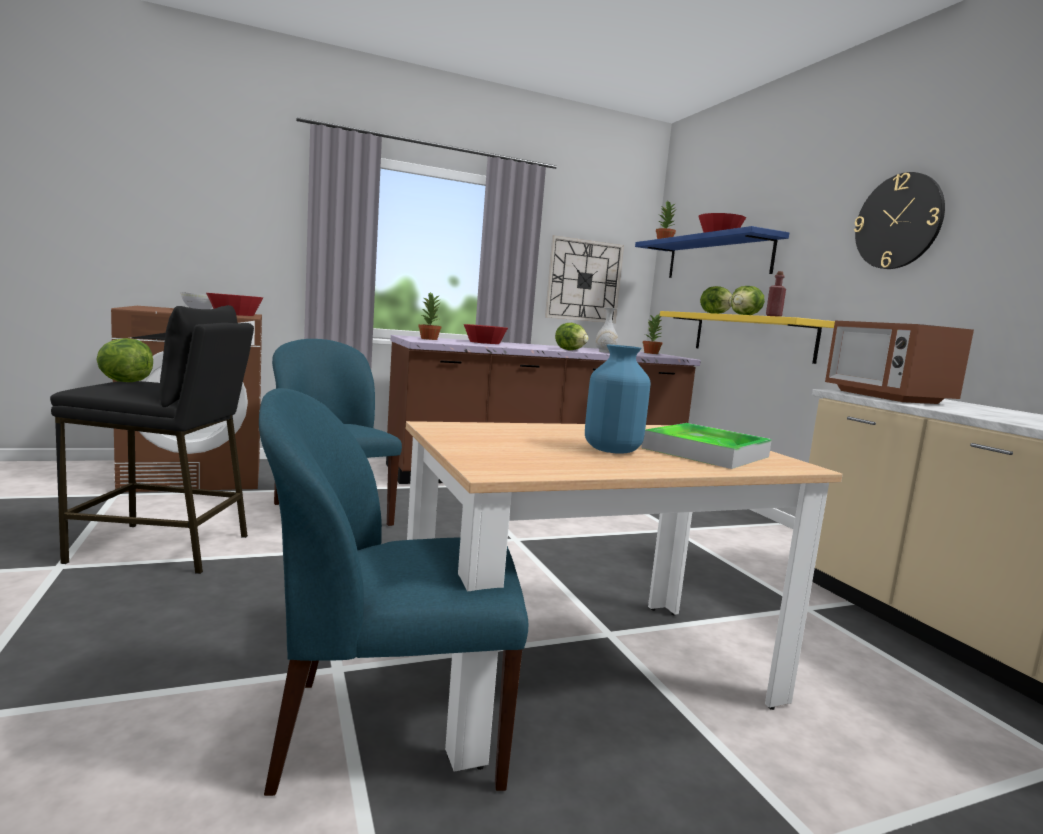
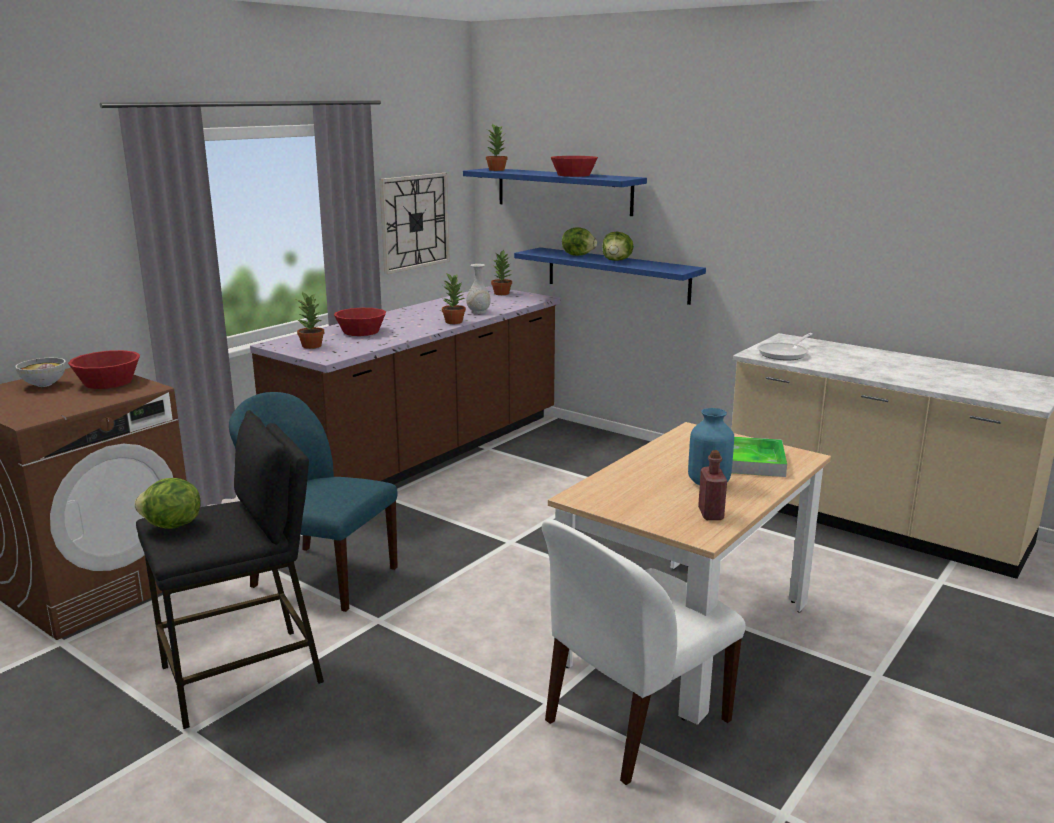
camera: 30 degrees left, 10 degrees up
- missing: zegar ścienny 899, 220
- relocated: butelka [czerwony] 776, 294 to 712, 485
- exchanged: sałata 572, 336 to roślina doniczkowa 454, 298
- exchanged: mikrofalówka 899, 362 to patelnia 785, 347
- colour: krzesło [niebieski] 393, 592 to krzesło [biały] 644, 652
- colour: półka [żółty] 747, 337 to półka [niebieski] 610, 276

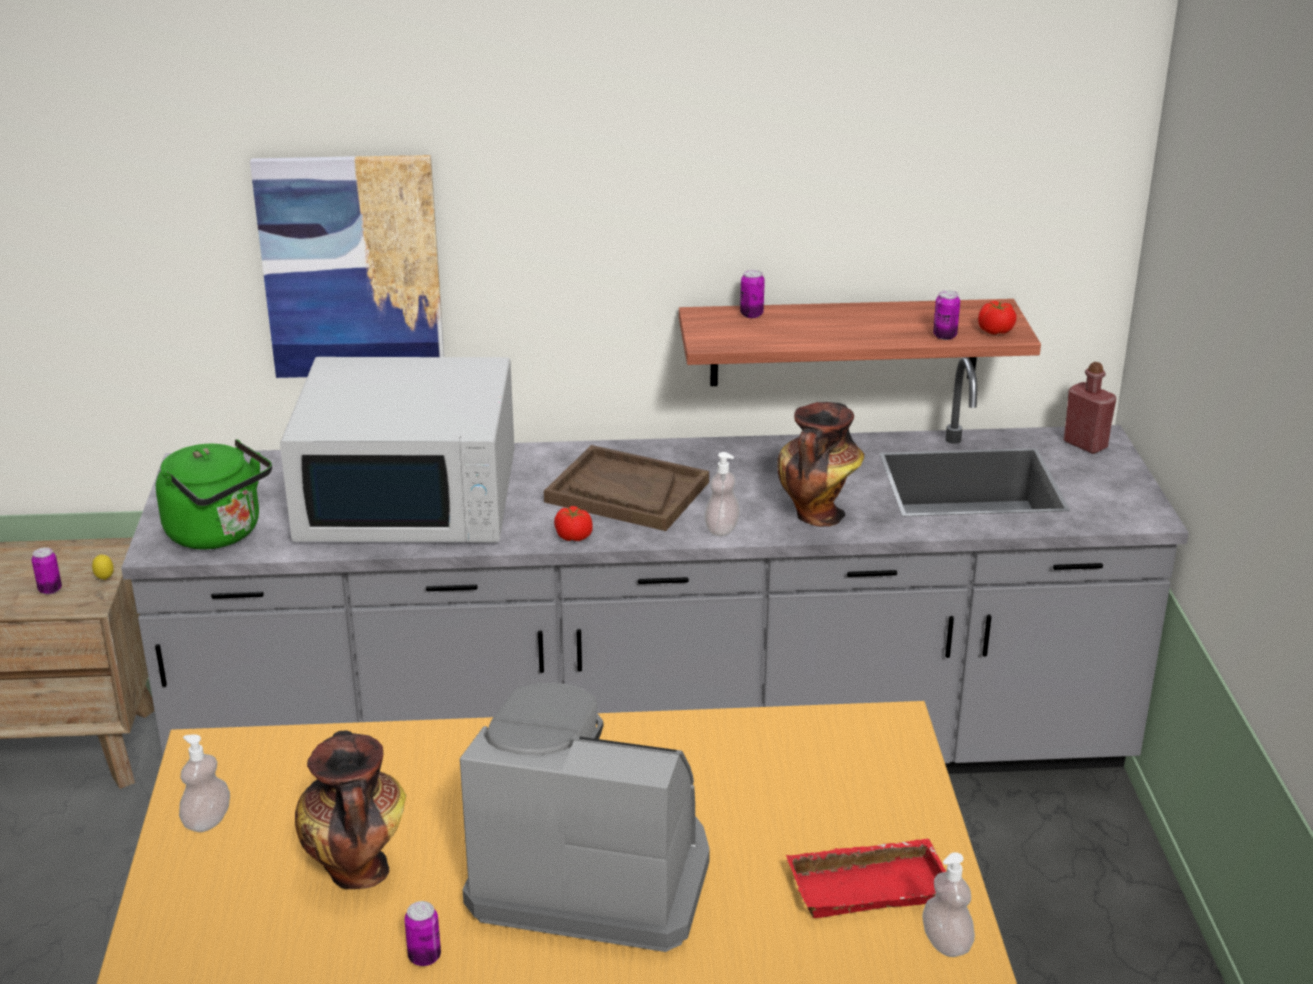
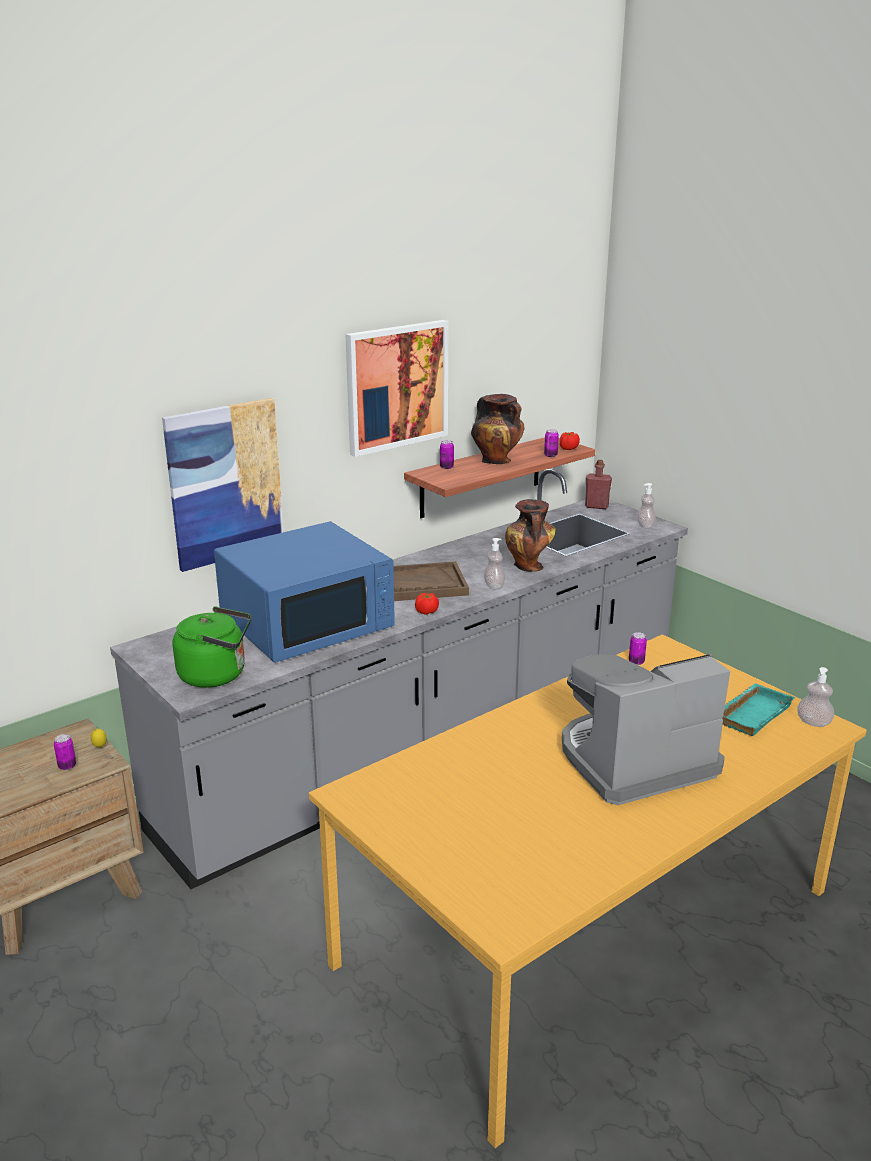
camera: 35 degrees left, 5 degrees down
- appeared: obraz 396, 388
- relocated: dozownik mydła 204, 783 to 646, 505
- relocated: wazon 350, 809 to 497, 429
- relocated: puszka 422, 933 to 638, 648
- colour: mikrofalówka [biały] 397, 449 to mikrofalówka [niebieski] 304, 592
- colour: taca [czerwony] 866, 878 to taca [turkusowy] 758, 709

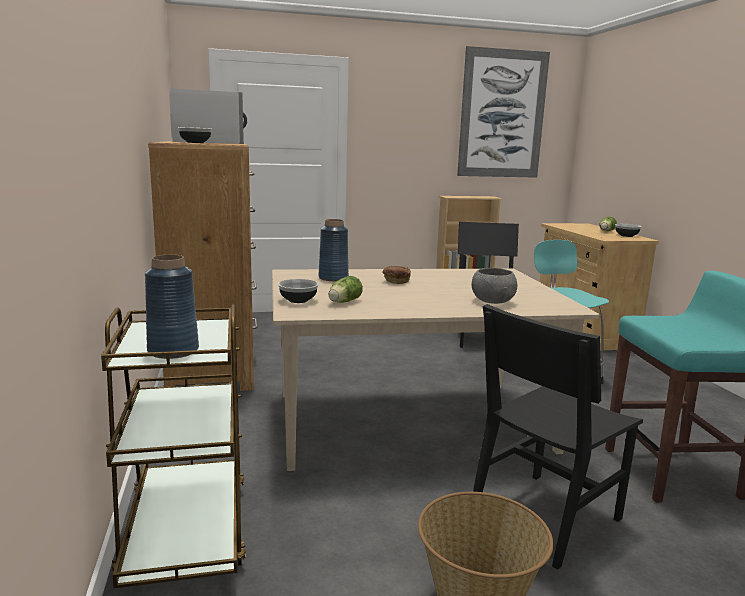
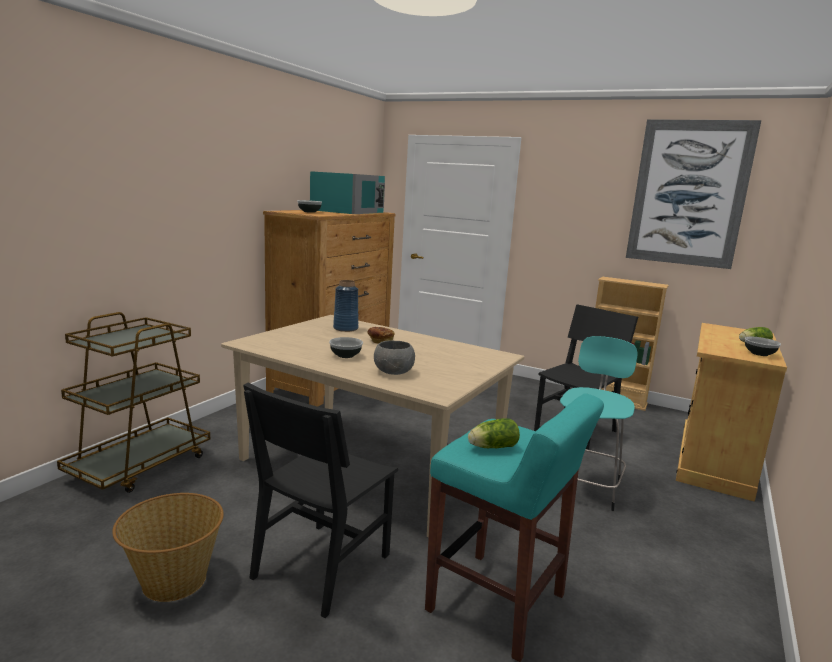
camera: 40 degrees right, 0 degrees up
- missing: wazon [niebieski] 172, 307
- relocated: miska 298, 291 to 346, 347
- relocated: sałata 346, 289 to 494, 433
- colour: mikrofalówka [biały] 208, 116 to mikrofalówka [turkusowy] 347, 192
- spun: krzesło [czarny] 558, 437 = 320, 500 60 degrees counterclockwise

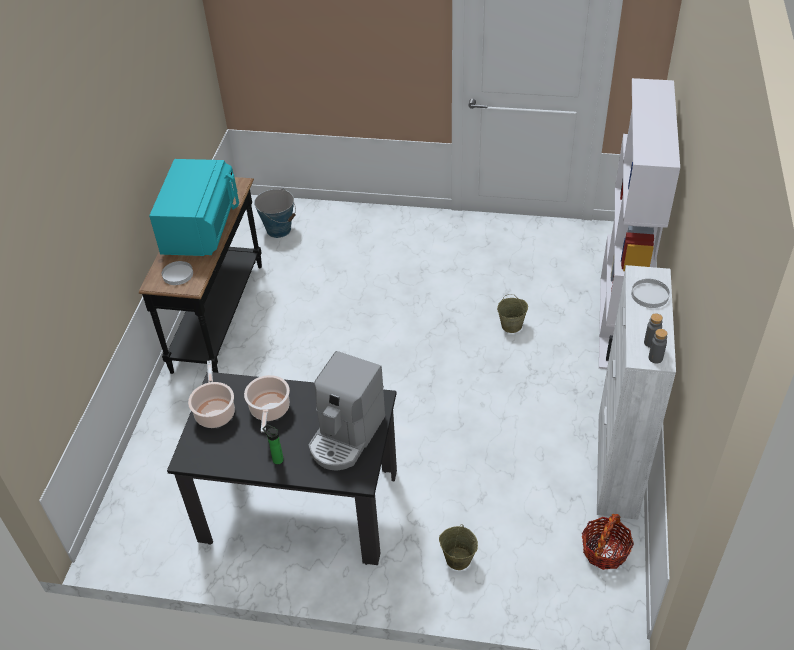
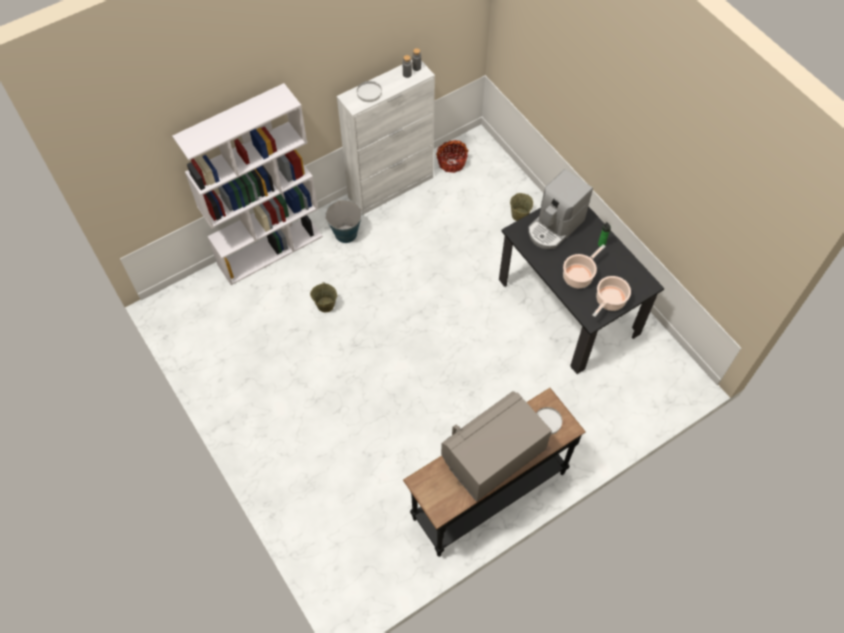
camera: 135 degrees left, 15 degrees up
- relocated: wiadro 275, 213 to 343, 221
- colour: mikrofalówka [turkusowy] 194, 207 to mikrofalówka [szary] 496, 446
- spun: ekspres do kawy 347, 410 = 560, 209 150 degrees clockwise

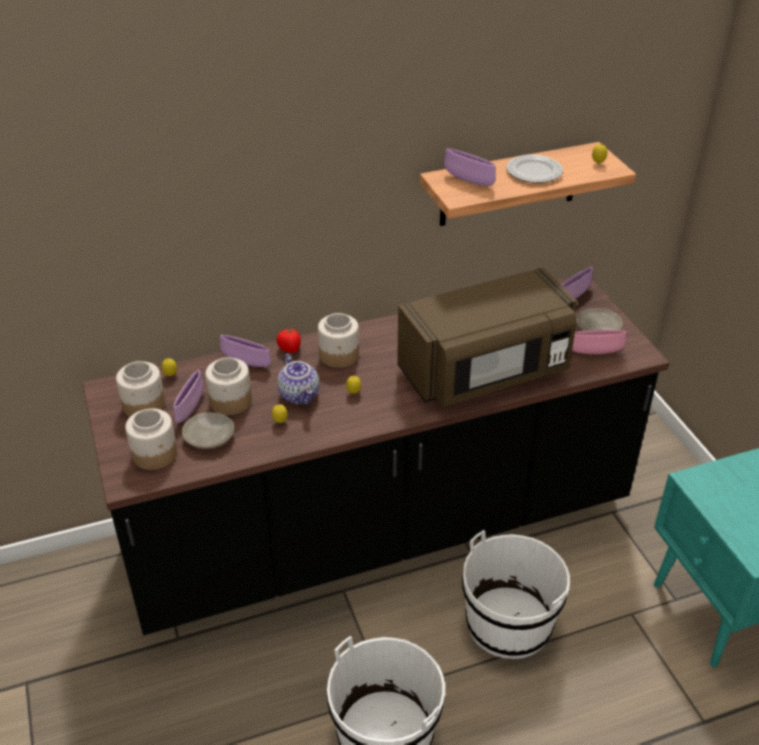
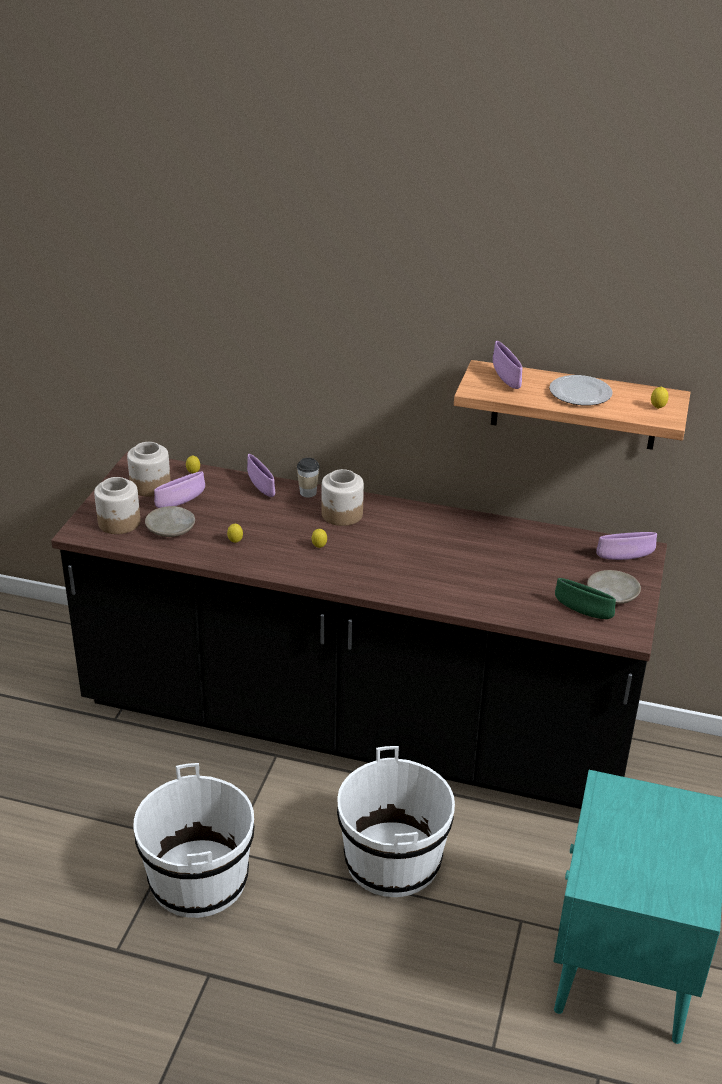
camera: 35 degrees right, 5 degrees down
- missing: słoik 228, 386
- missing: imbryk 298, 379
- missing: mikrofalówka [brązowy] 487, 337
- exchanged: pomidor 289, 340 to filiżanka 308, 477
- colour: miska [różowy] 599, 342 to miska [zielony] 585, 598

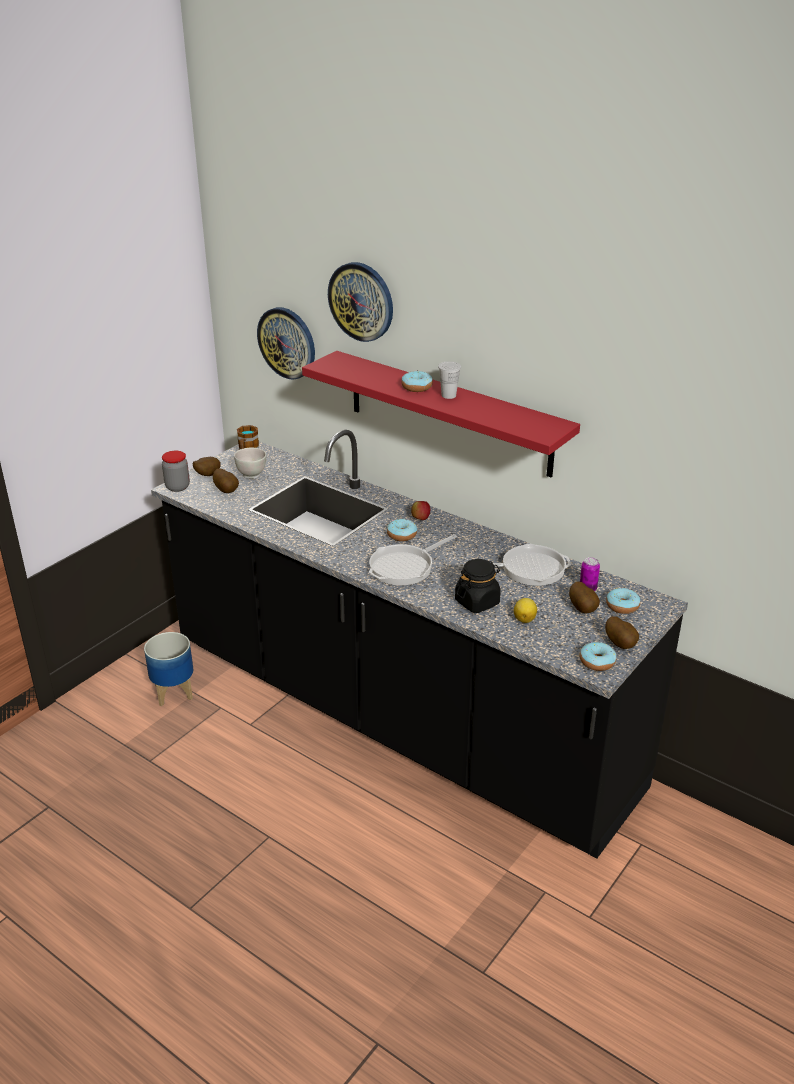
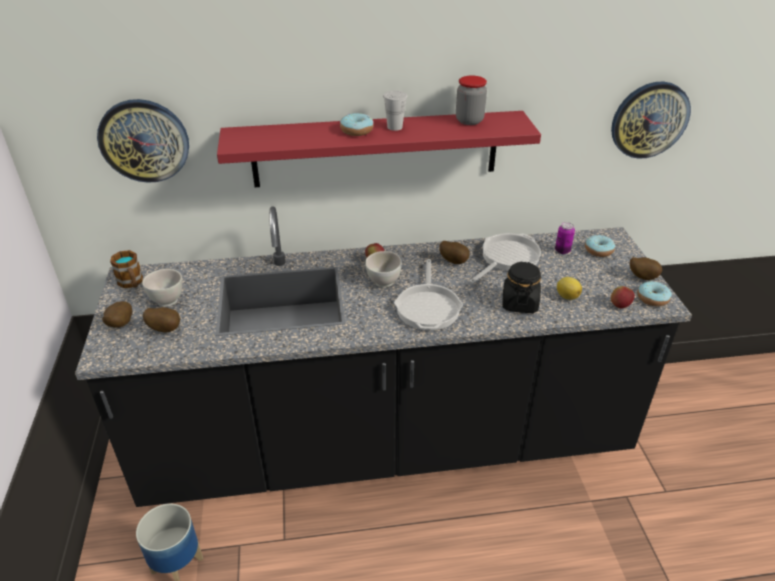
camera: 45 degrees left, 5 degrees up
- appeared: jabłko 623, 297
- relocated: słoik 176, 471 to 471, 100
- relocated: zegar ścienny 360, 302 to 651, 120
- relocated: ziemniak 584, 597 to 454, 252
- exchanged: donut 402, 529 to miska [biały] 383, 269

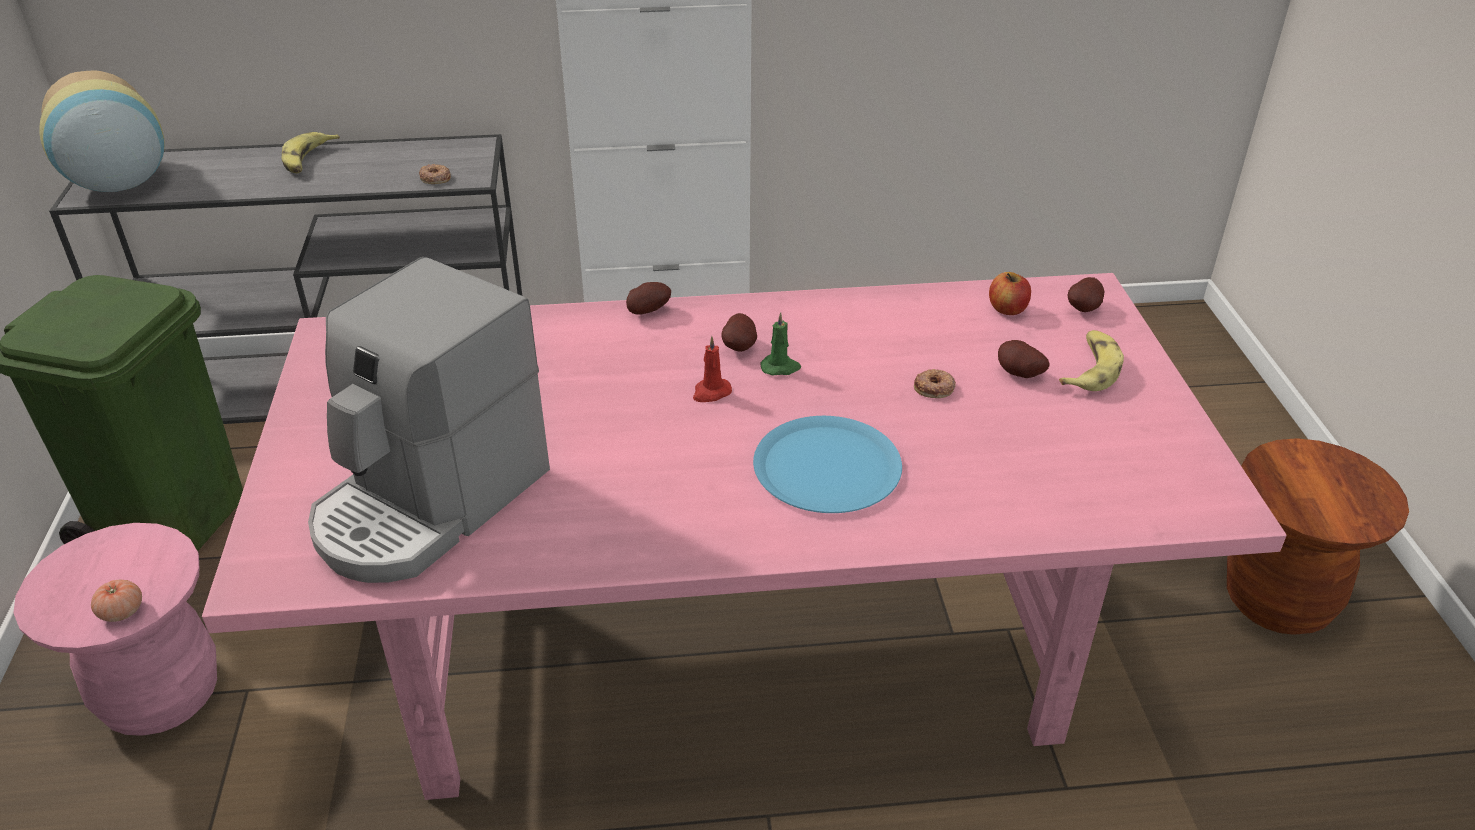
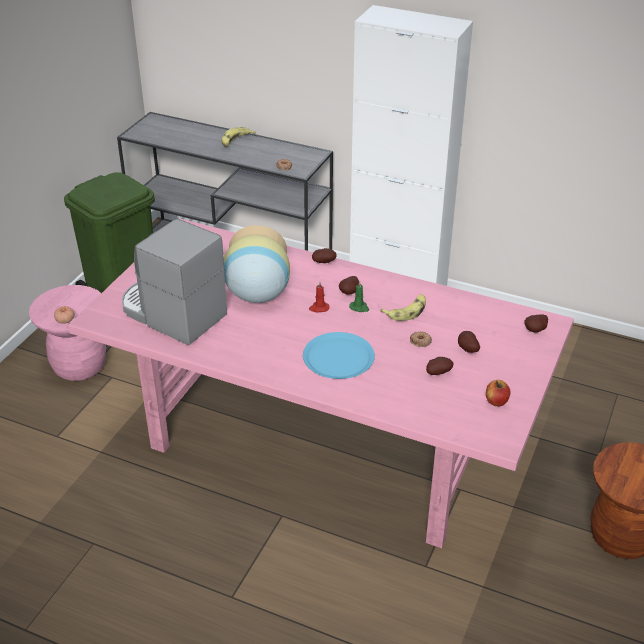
camera: 30 degrees right, 0 degrees up
- appeared: ziemniak 440, 366
- relocated: wazon 102, 131 to 257, 264
- relocated: jabłko 1010, 293 to 498, 393
- relocated: banan 1091, 360 to 403, 307
- spun: ekspres do kawy 429, 420 = 174, 282 60 degrees clockwise

